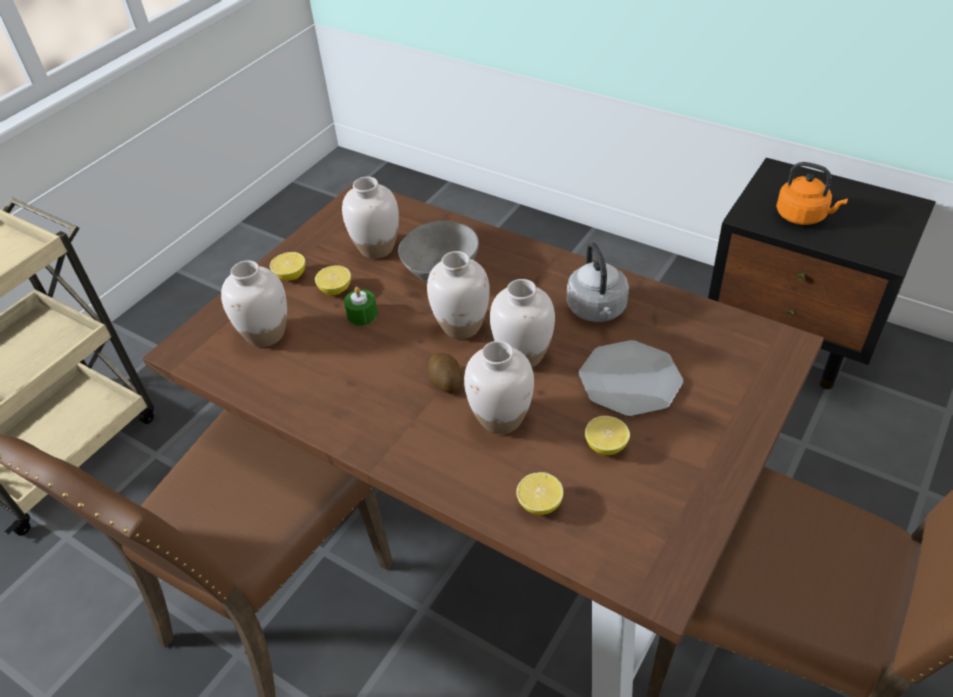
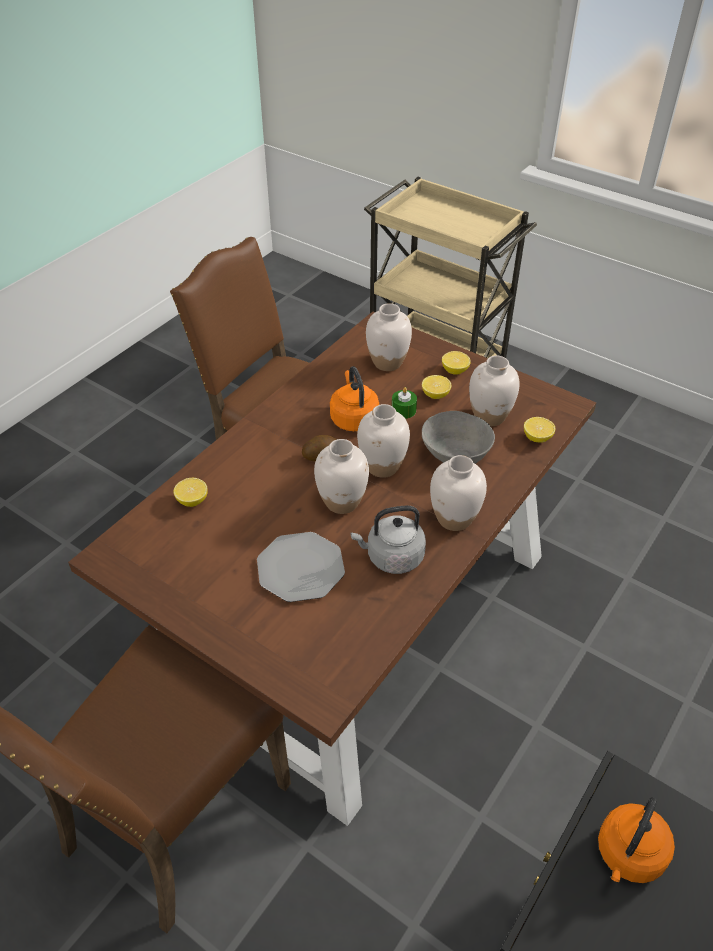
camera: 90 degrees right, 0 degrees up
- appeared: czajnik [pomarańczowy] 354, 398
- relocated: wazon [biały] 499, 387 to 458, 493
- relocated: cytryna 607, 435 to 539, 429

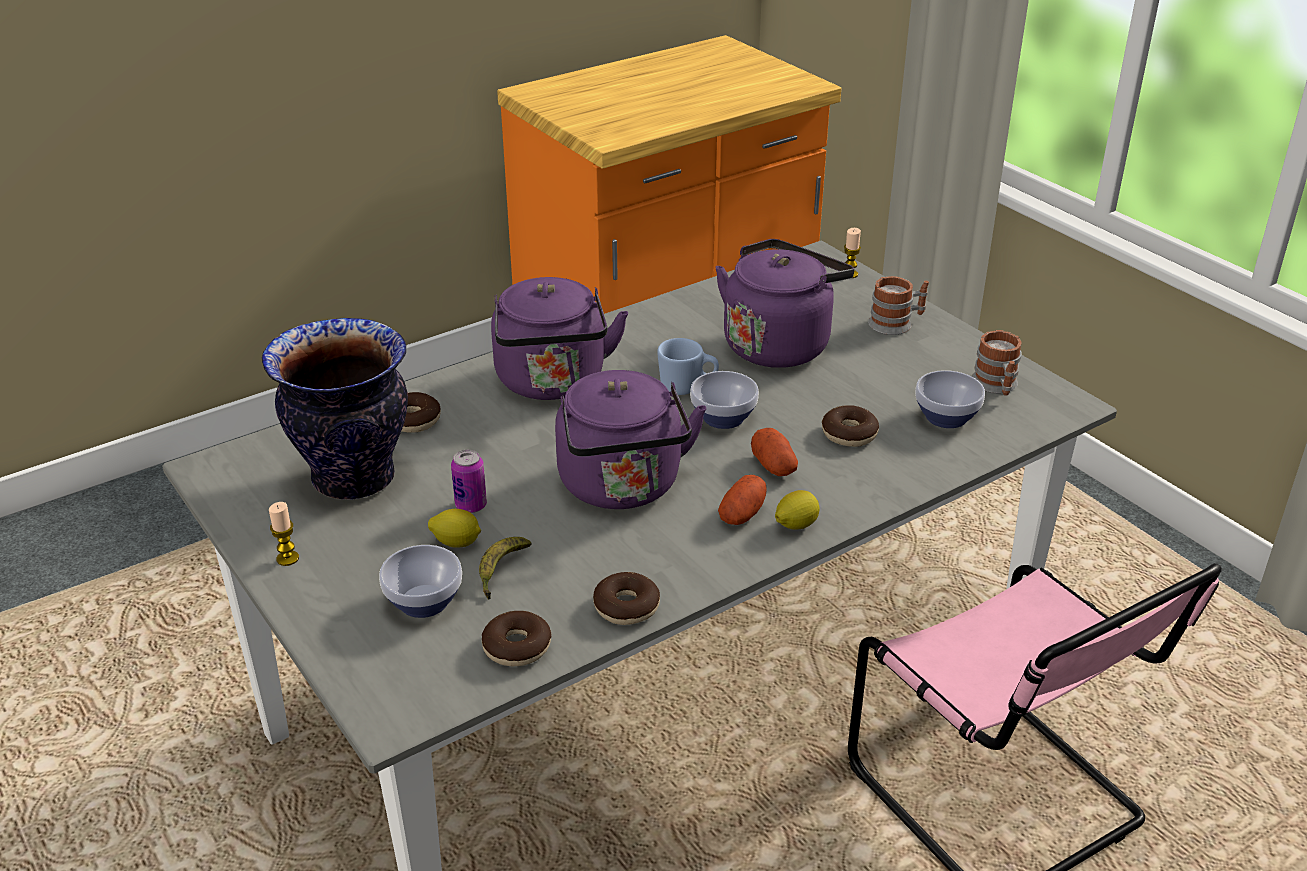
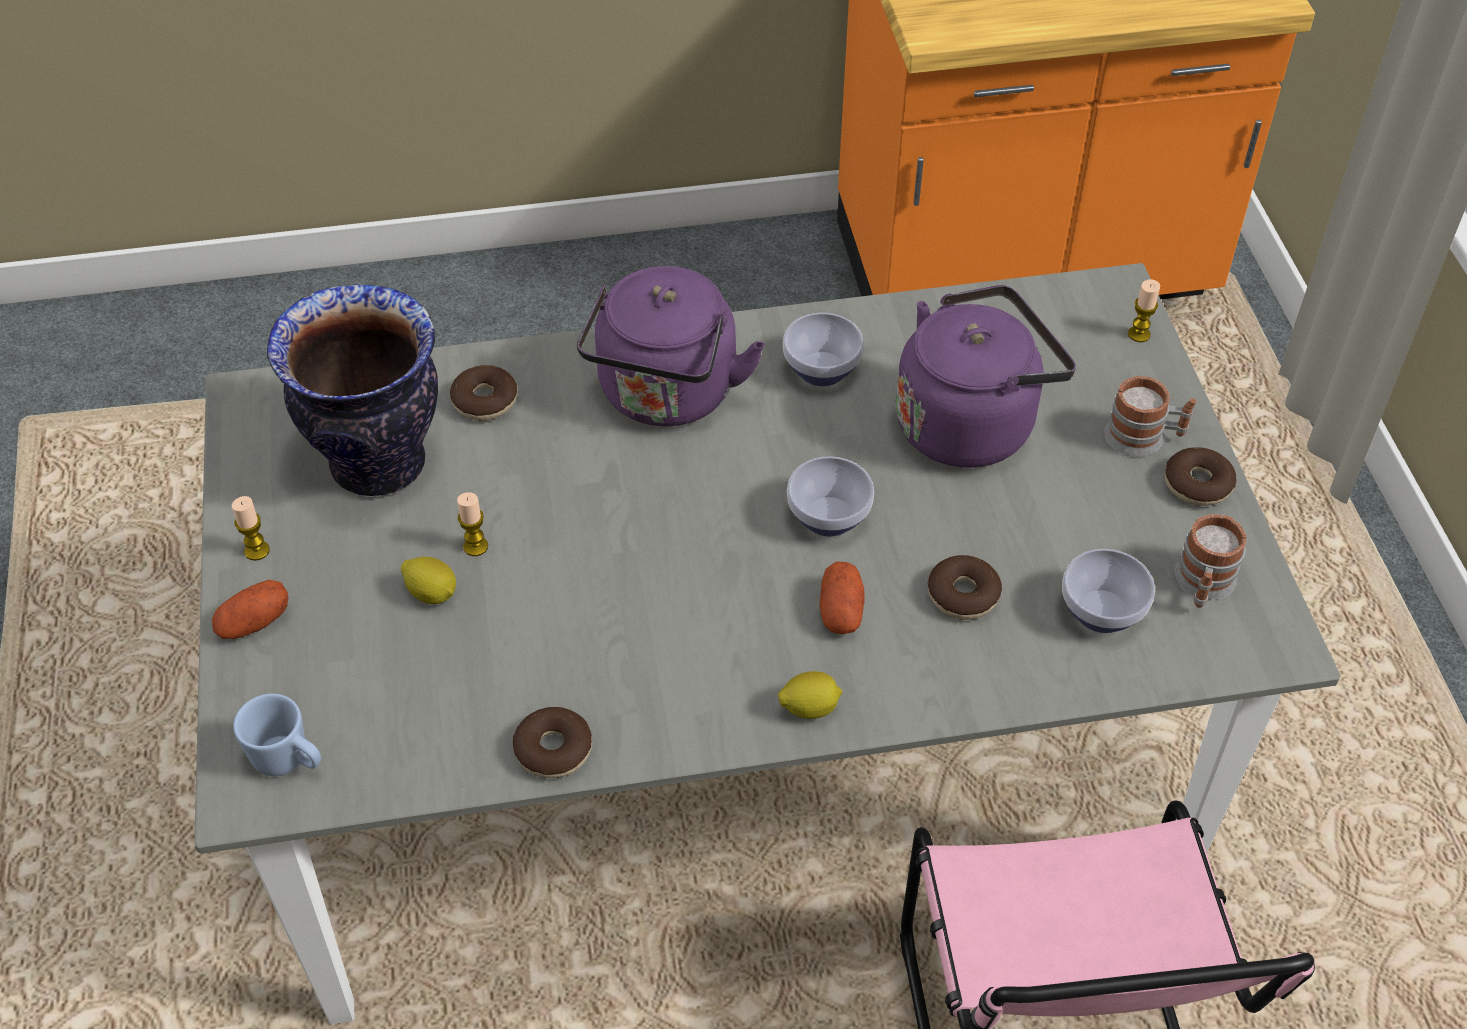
camera: 25 degrees right, 15 degrees up
- missing: banan 505, 568
- missing: czajnik [fioletowy] 630, 439
- relocated: miska 420, 581 to 823, 349
- relocated: donut 517, 638 to 1200, 476
- relocated: kubek [niebieski] 688, 366 to 277, 735
- relocated: ziemniak 742, 500 to 250, 609
- exchanged: puszka 469, 481 to świeca 472, 524

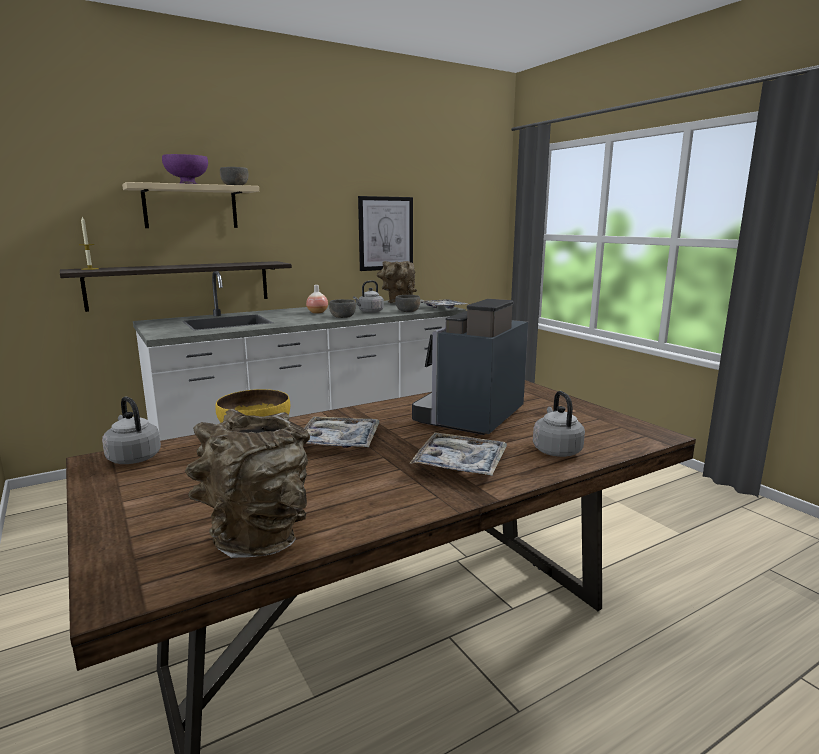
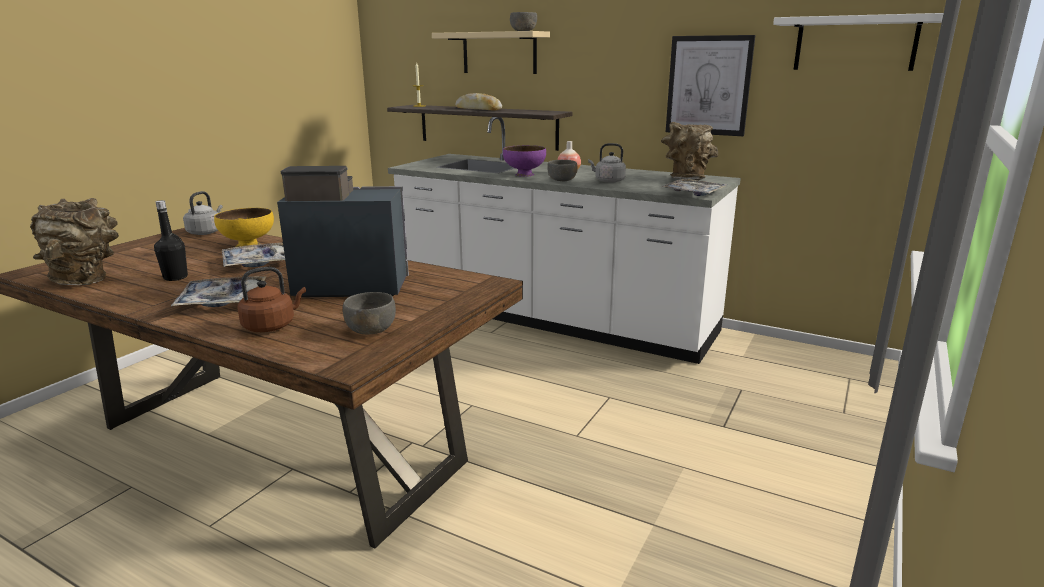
camera: 60 degrees right, 5 degrees up
- appeared: butelka [czarny] 171, 240
- appeared: chleb 478, 102
- appeared: półka [biały] 858, 42
- relocated: miska [fioletowy] 185, 169 to 524, 161
- relocated: miska [szary] 407, 303 to 369, 313
- colour: czajnik [szary] 559, 424 to czajnik [brązowy] 271, 299

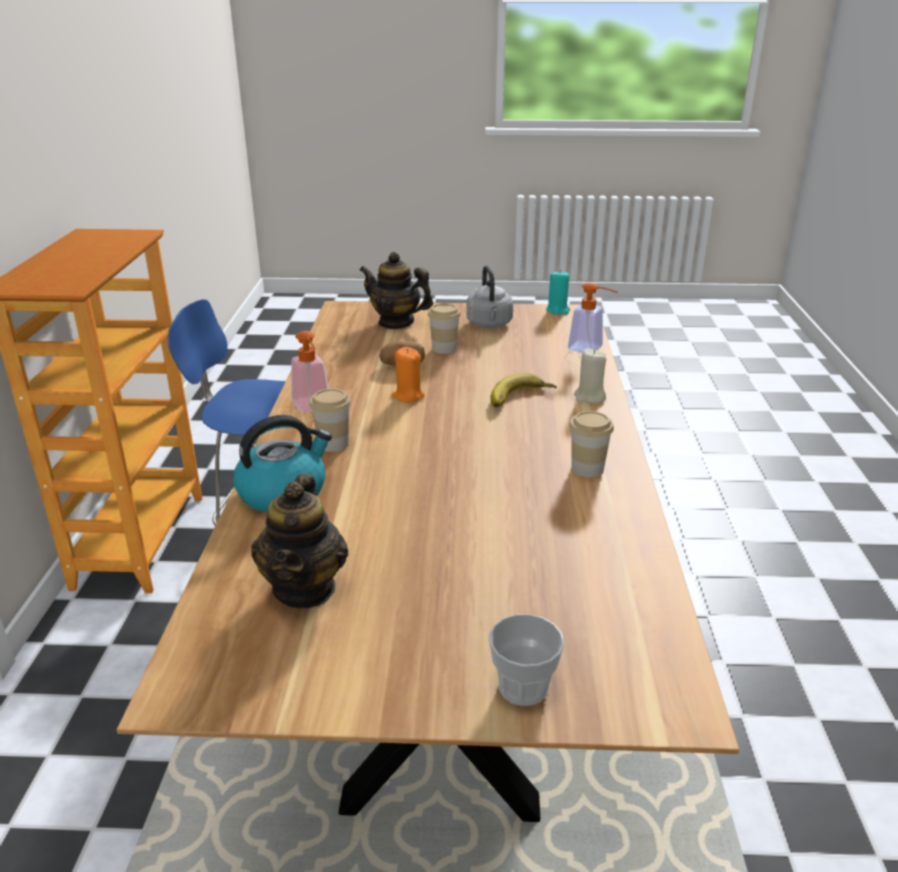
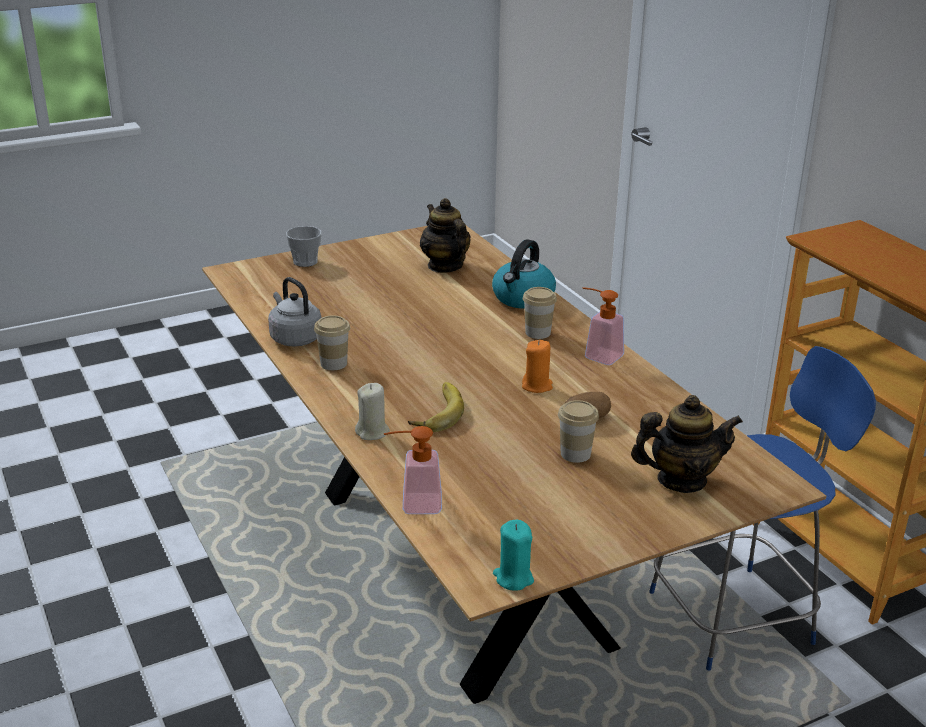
camera: 150 degrees right, 0 degrees up
- relocated: czajnik [szary] 489, 297 to 295, 312

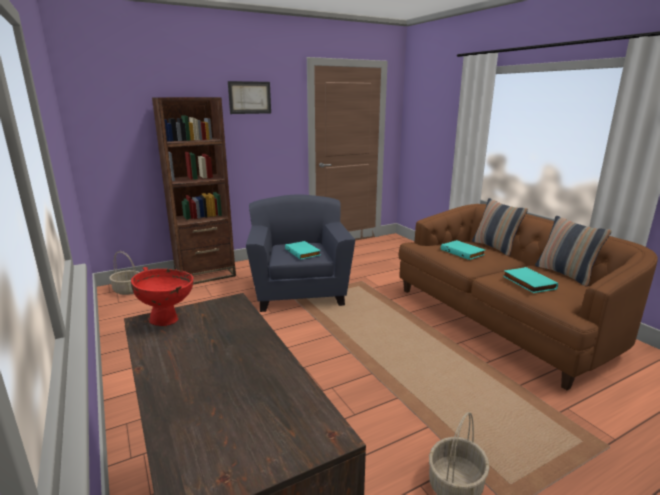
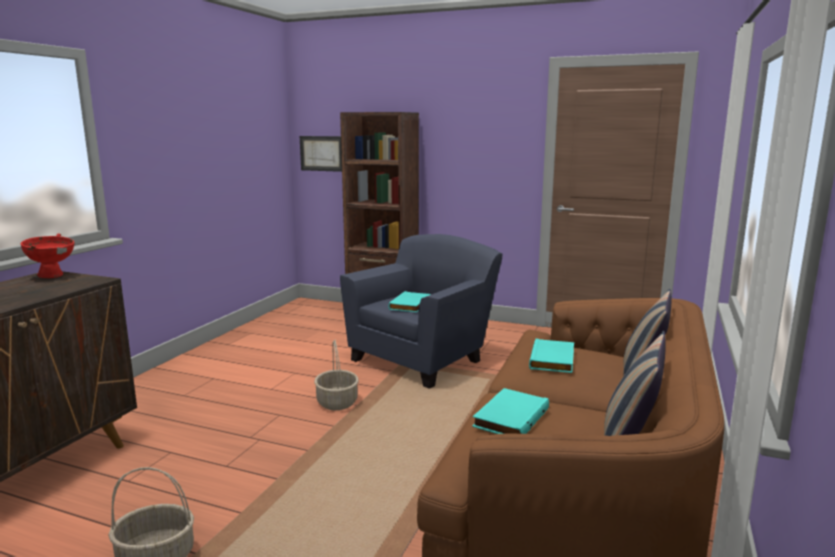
camera: 50 degrees right, 5 degrees down
- relocated: koszyk 124, 273 to 336, 375
- relocated: obraz 249, 97 to 321, 154

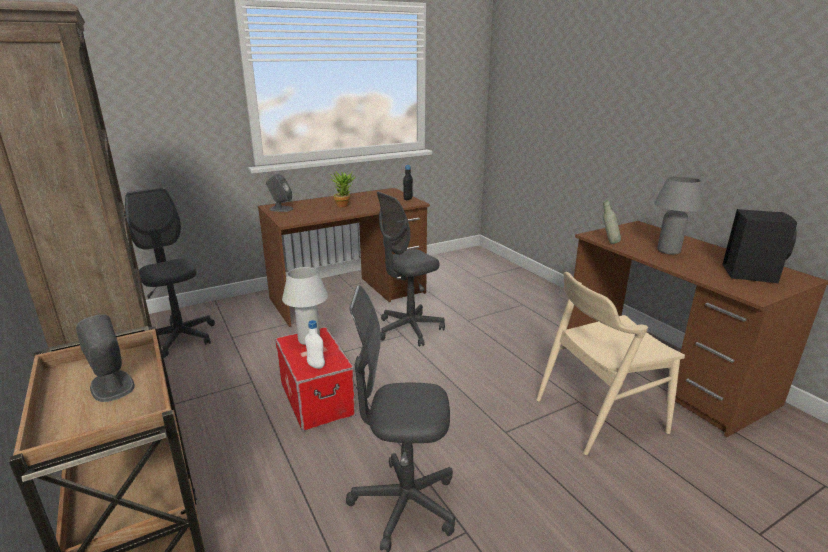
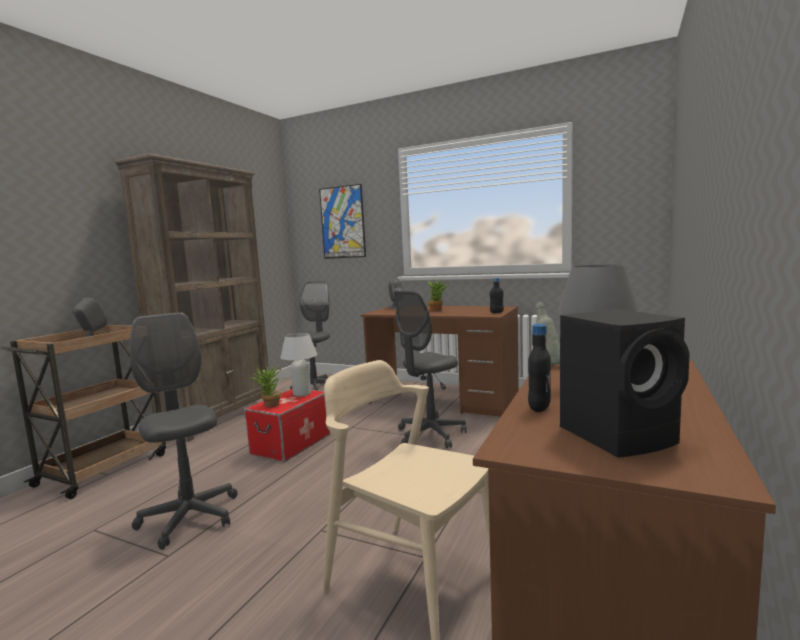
camera: 55 degrees right, 15 degrees down
- appeared: obraz 342, 221
- appeared: butelka [czarny] 539, 368
- exchanged: butelka [biały] 315, 344 to roślina doniczkowa 265, 386
- spun: krzesło biurowe [szary] 411, 269 = 430, 369 60 degrees counterclockwise

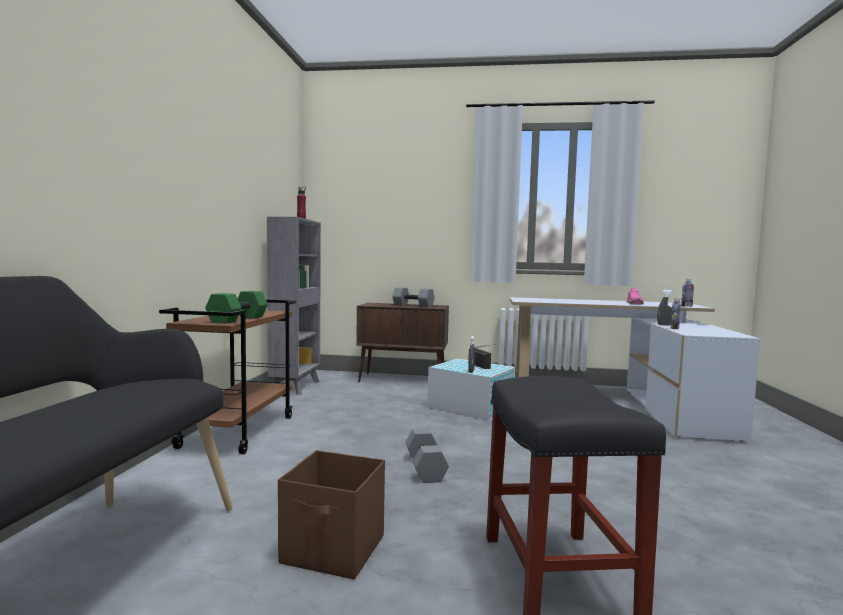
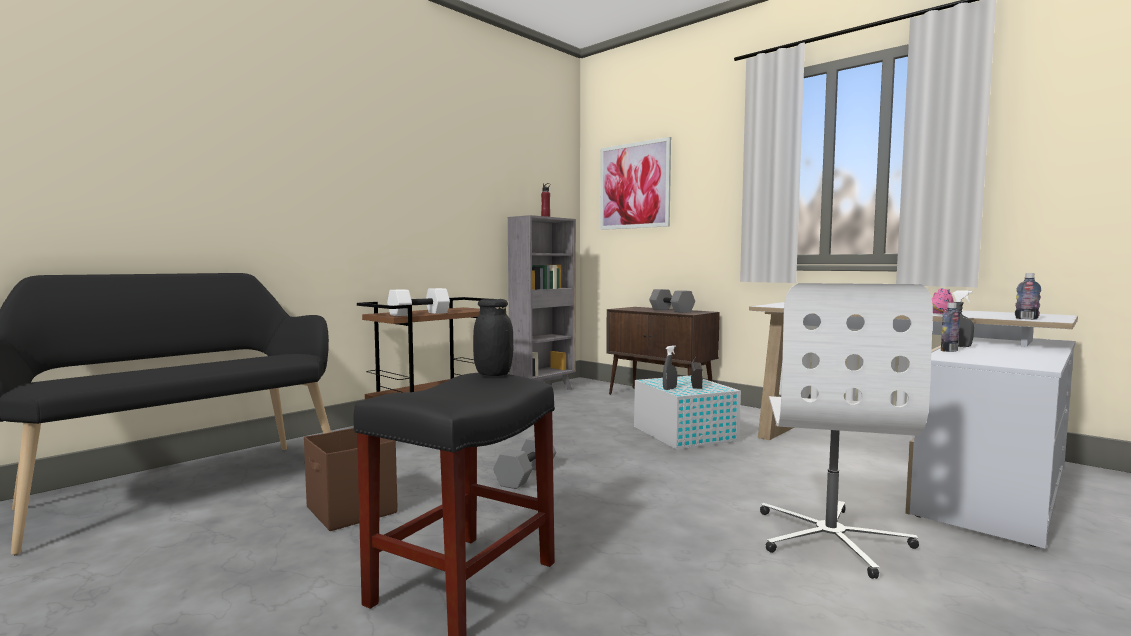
camera: 35 degrees right, 0 degrees up
- appeared: słoik [czarny] 493, 337
- appeared: obraz 635, 183
- appeared: krzesło biurowe [biały] 846, 431
- colour: hantel [zielony] 236, 307 to hantel [biały] 418, 302

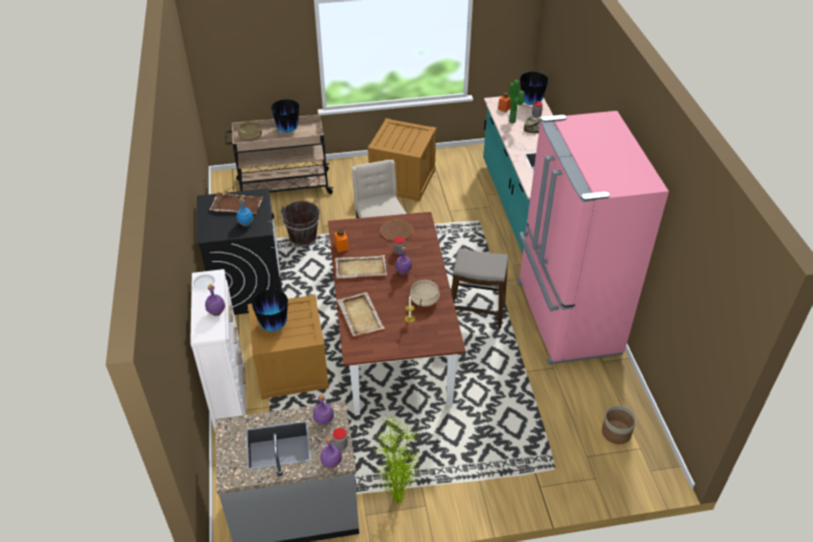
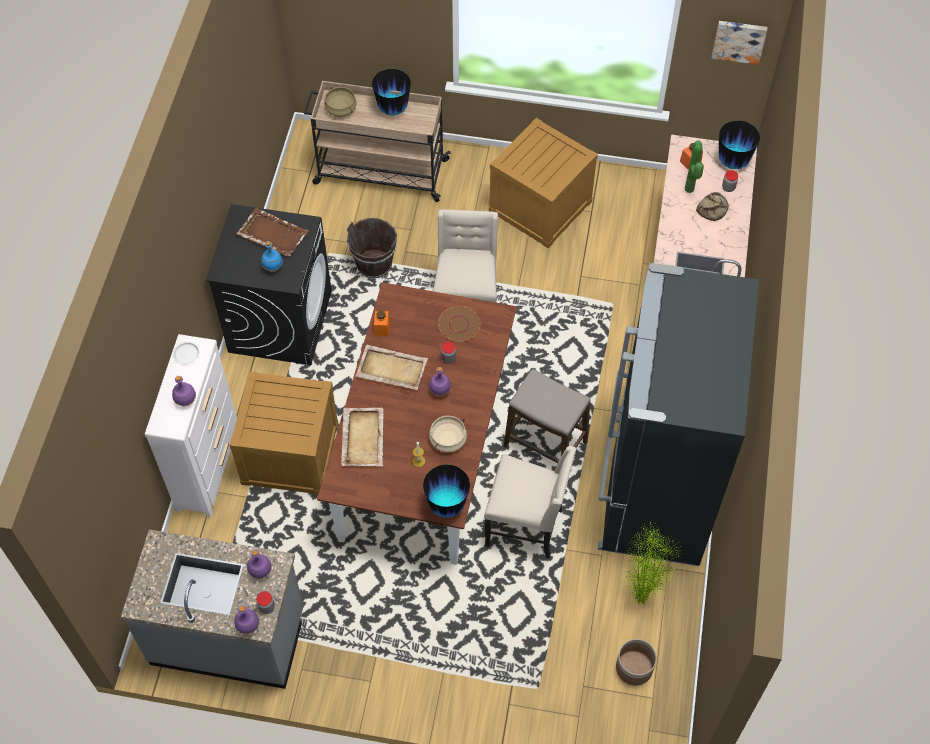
camera: 20 degrees right, 15 degrees up
- appeared: krzesło [beżowy] 530, 502
- appeared: obraz 739, 43
- relocated: wazon 270, 310 to 446, 491
- relocated: roślina doniczkowa 397, 459 to 650, 563
- colour: lodówka [różowy] 593, 238 to lodówka [czarny] 678, 414

